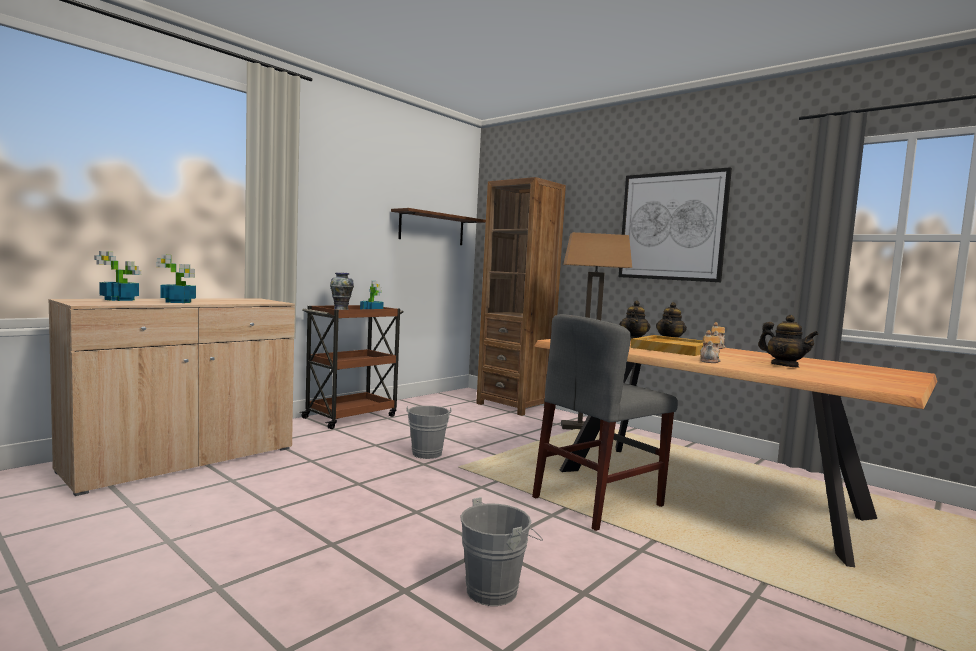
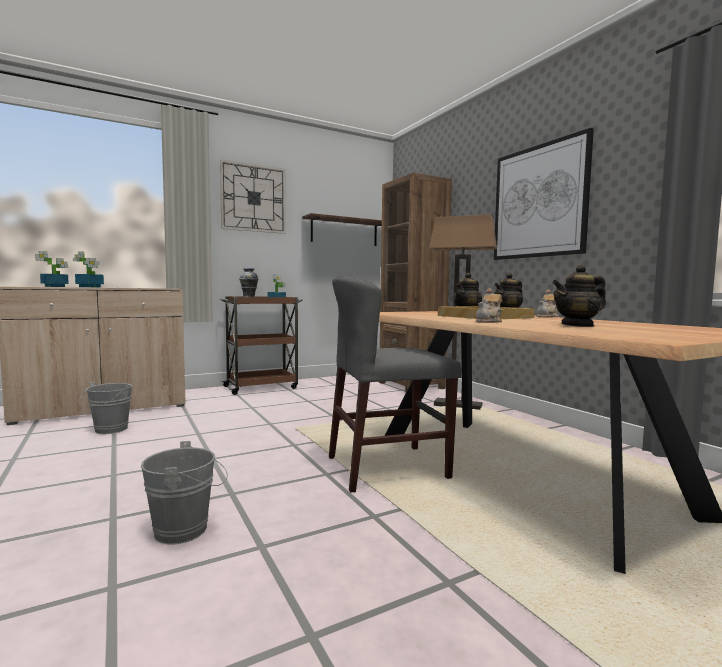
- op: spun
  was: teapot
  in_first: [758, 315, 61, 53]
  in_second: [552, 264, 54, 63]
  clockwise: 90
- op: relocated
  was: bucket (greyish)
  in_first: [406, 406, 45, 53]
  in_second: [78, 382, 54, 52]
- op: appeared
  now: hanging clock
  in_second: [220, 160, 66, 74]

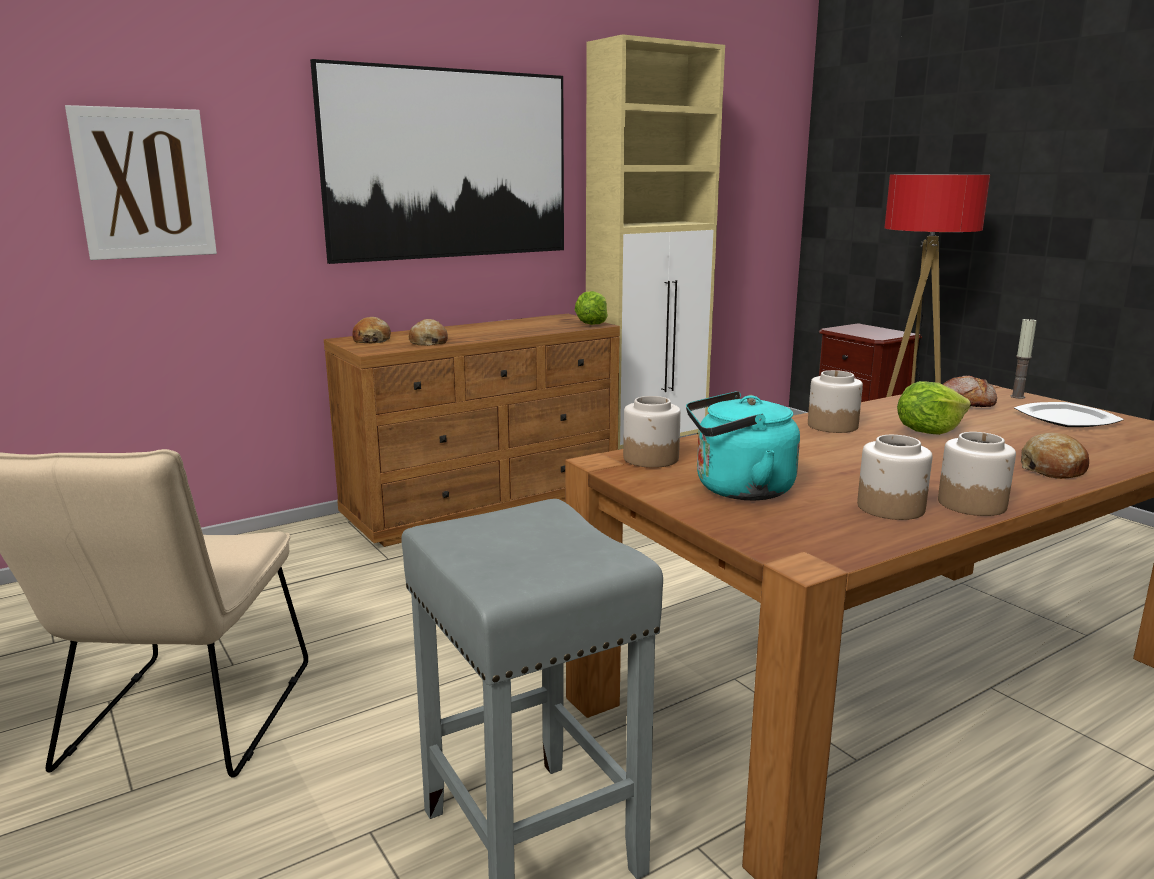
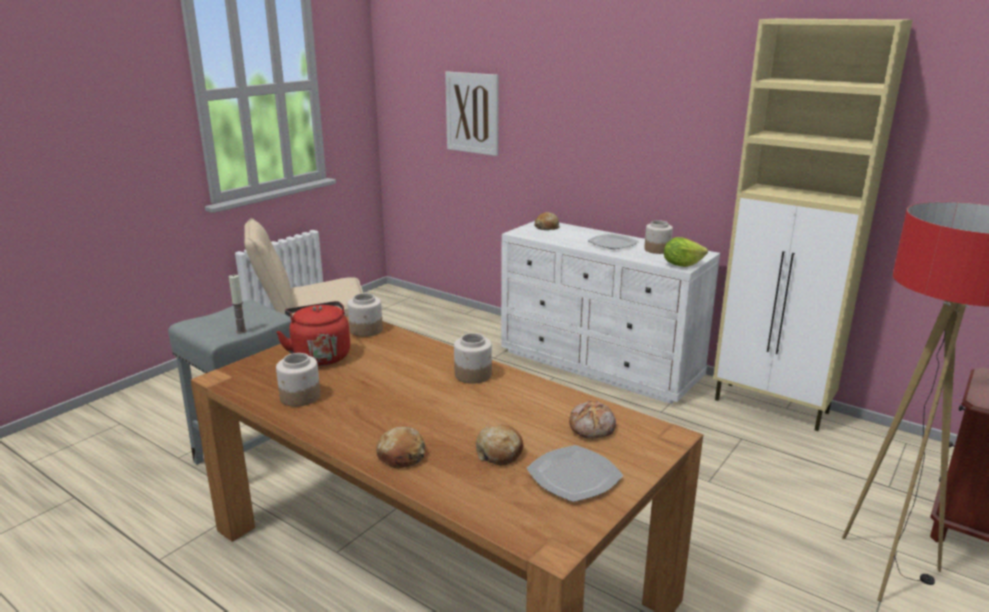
- op: missing
  was: wall art
  in_first: [310, 59, 254, 205]
- op: colour
  was: drawer chest (brown)
  now: drawer chest (white)
  in_first: [324, 314, 296, 233]
  in_second: [501, 221, 219, 183]
- op: relocated
  was: wax candle
  in_first: [1010, 318, 27, 81]
  in_second: [229, 275, 18, 59]
- op: relocated
  was: bread
  in_first: [409, 319, 39, 27]
  in_second: [476, 425, 47, 41]
- op: missing
  was: lettuce
  in_first: [897, 381, 74, 54]
- op: colour
  was: kettle (turquoise)
  now: kettle (red)
  in_first: [686, 391, 114, 110]
  in_second: [276, 301, 74, 65]
- op: relocated
  was: jar
  in_first: [938, 432, 78, 84]
  in_second: [644, 220, 29, 34]
- op: appeared
  now: flat dish
  in_second: [587, 234, 52, 15]

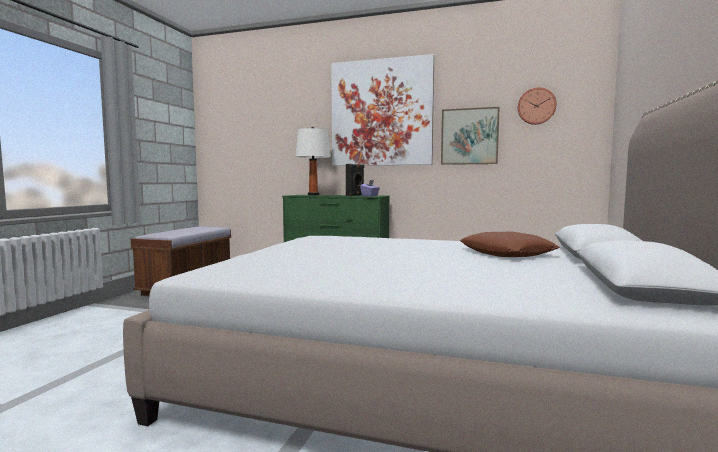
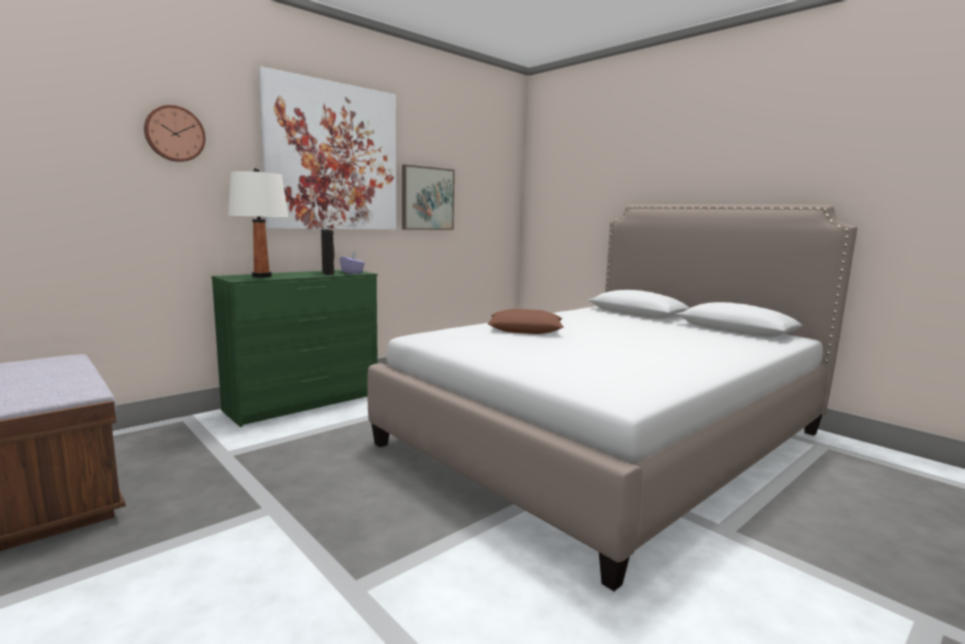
- op: relocated
  was: hanging clock
  in_first: [518, 87, 38, 38]
  in_second: [144, 105, 62, 57]
- op: relocated
  was: cushion (brown)
  in_first: [460, 232, 100, 25]
  in_second: [487, 309, 77, 25]

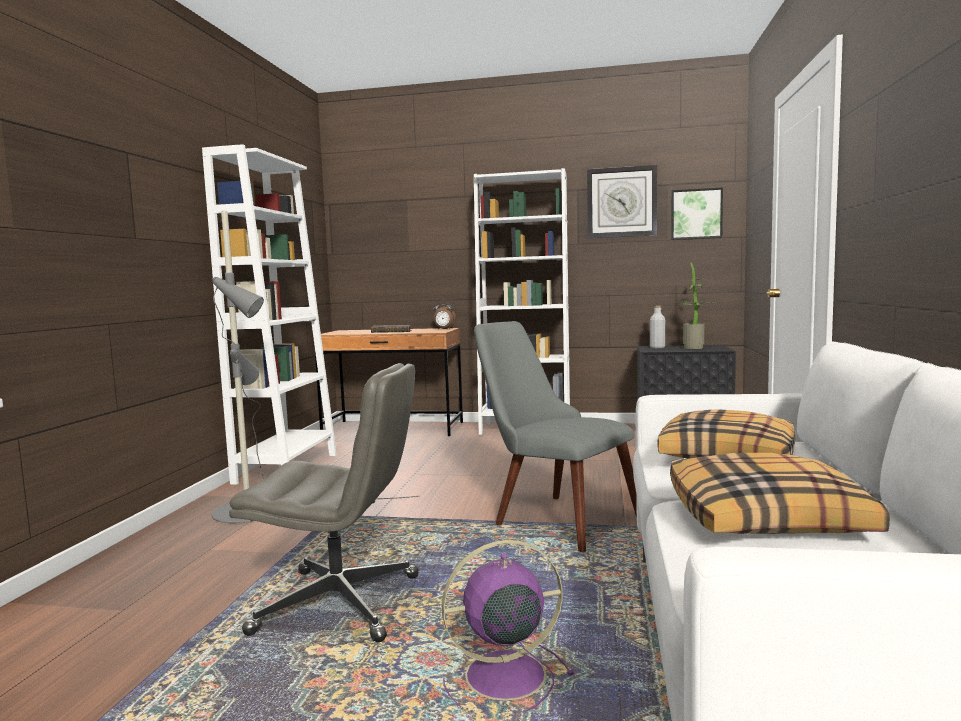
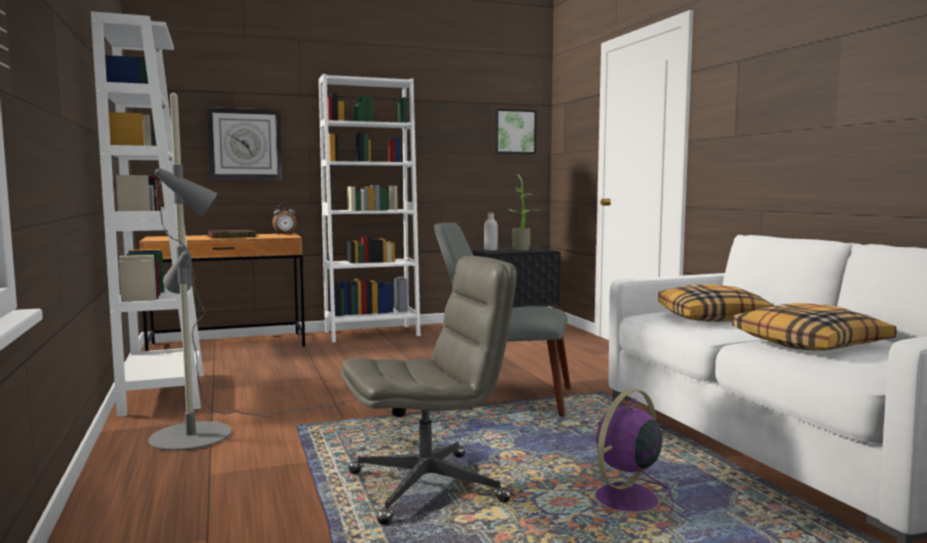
- op: relocated
  was: hanging clock
  in_first: [587, 165, 70, 74]
  in_second: [207, 107, 76, 72]

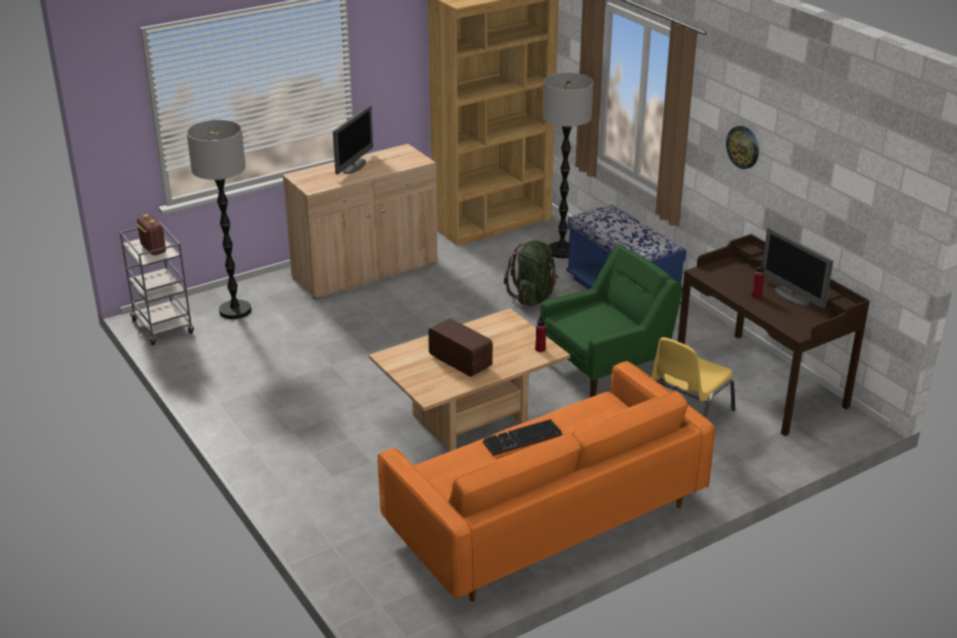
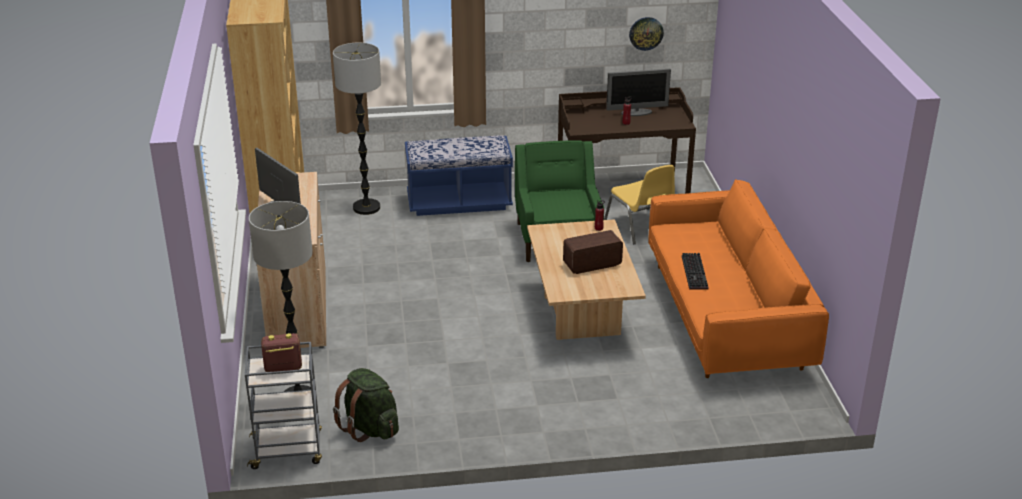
- op: relocated
  was: hanging clock
  in_first: [726, 126, 33, 43]
  in_second: [629, 17, 35, 34]
- op: relocated
  was: backpack (green)
  in_first: [504, 241, 55, 65]
  in_second: [333, 368, 66, 74]

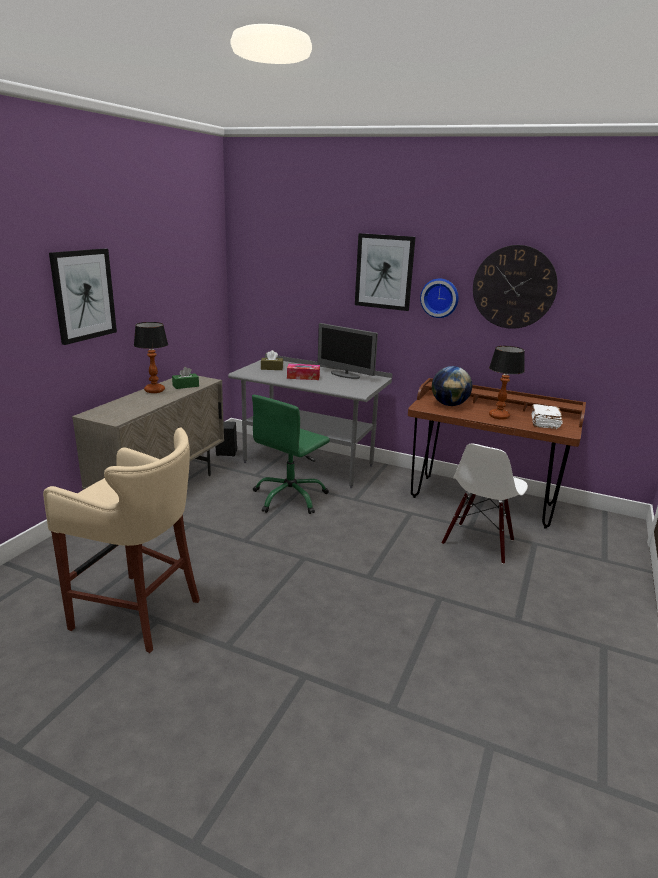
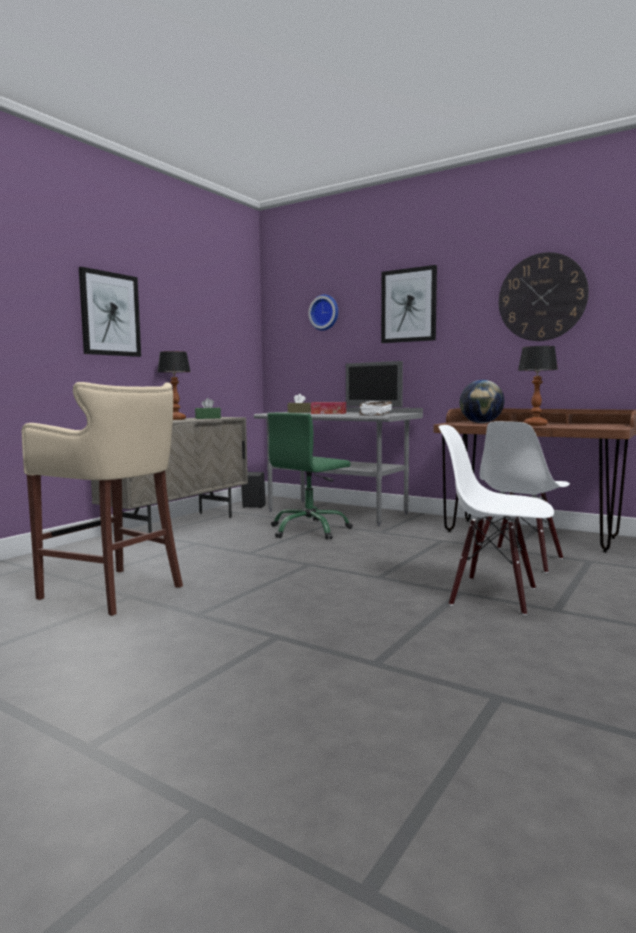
- op: relocated
  was: hanging clock
  in_first: [420, 278, 38, 40]
  in_second: [308, 295, 30, 36]
- op: relocated
  was: bound book (white)
  in_first: [531, 404, 31, 25]
  in_second: [359, 401, 33, 14]
- op: appeared
  now: plain chair (white)
  in_second: [439, 425, 115, 191]

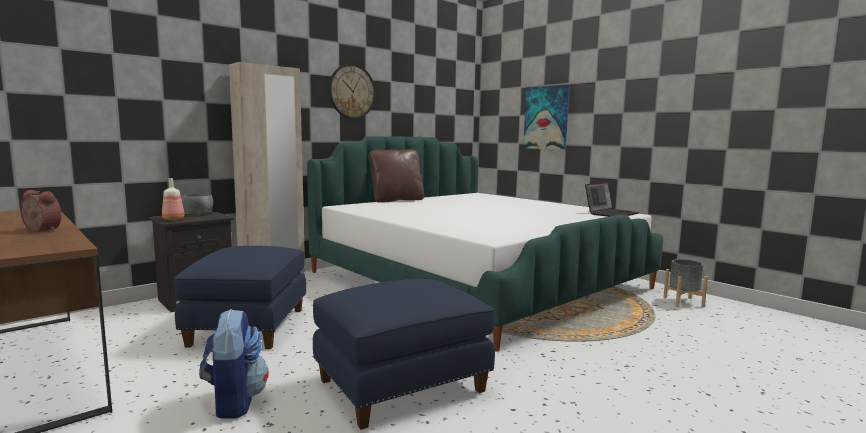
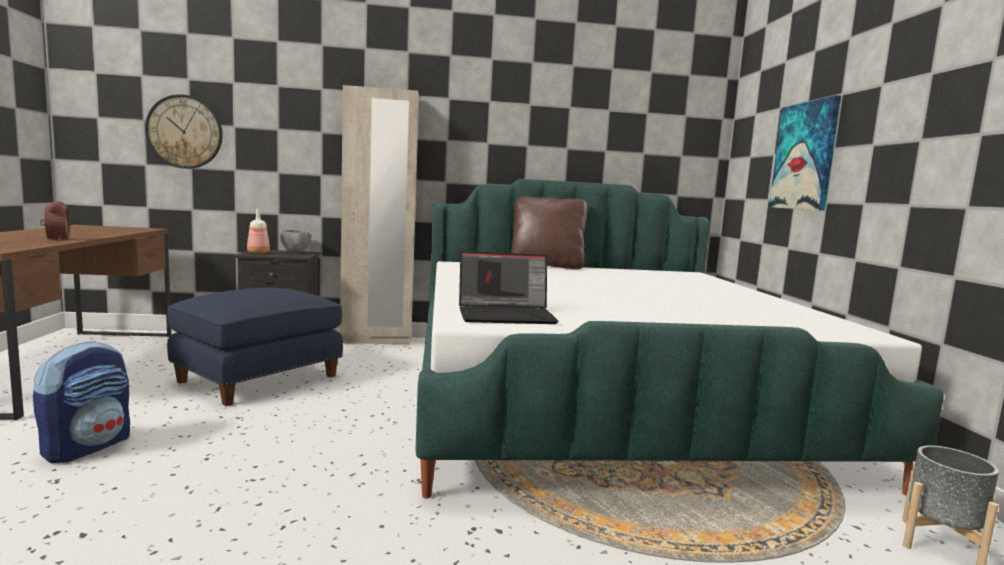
- op: relocated
  was: hanging clock
  in_first: [328, 64, 48, 55]
  in_second: [145, 94, 78, 75]
- op: relocated
  was: notebook computer
  in_first: [585, 182, 54, 35]
  in_second: [459, 251, 100, 73]
- op: missing
  was: footrest (blue)
  in_first: [313, 279, 182, 151]

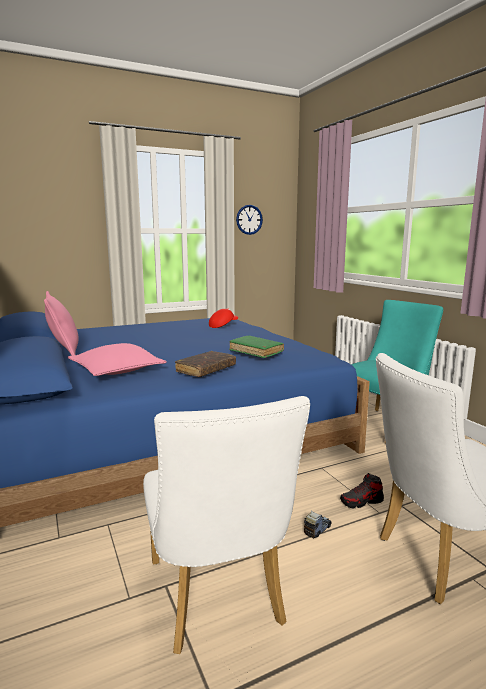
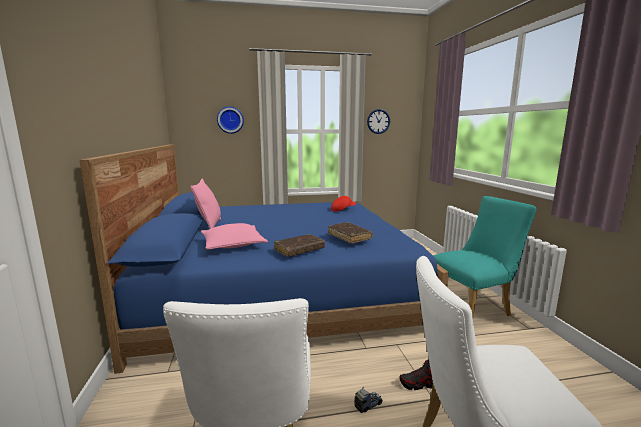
- op: colour
  was: bound book (green)
  now: bound book (brown)
  in_first: [229, 335, 55, 23]
  in_second: [328, 222, 45, 22]
- op: appeared
  now: hanging clock
  in_second: [217, 106, 27, 28]

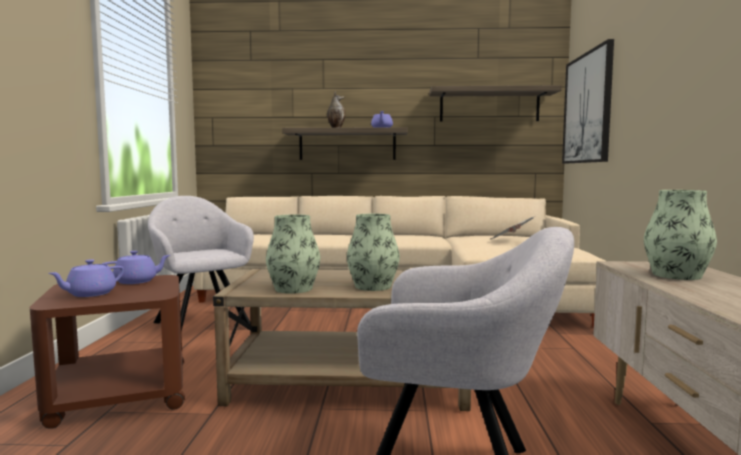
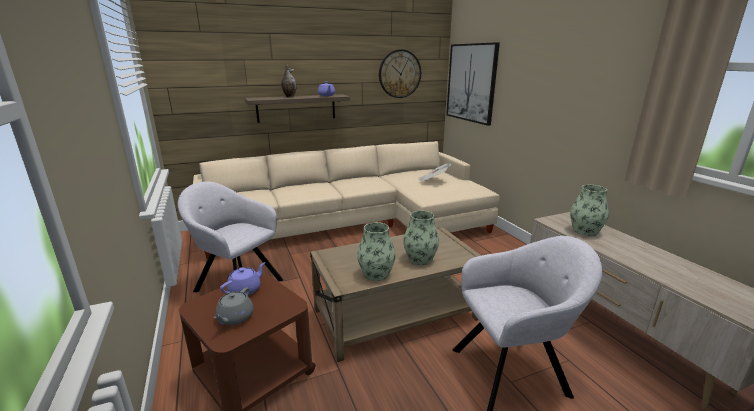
- op: exchanged
  was: bracket shelf
  now: hanging clock
  in_first: [429, 85, 133, 37]
  in_second: [379, 49, 42, 49]
- op: colour
  was: teapot (purplish)
  now: teapot (greyish)
  in_first: [48, 260, 76, 37]
  in_second: [214, 287, 40, 38]

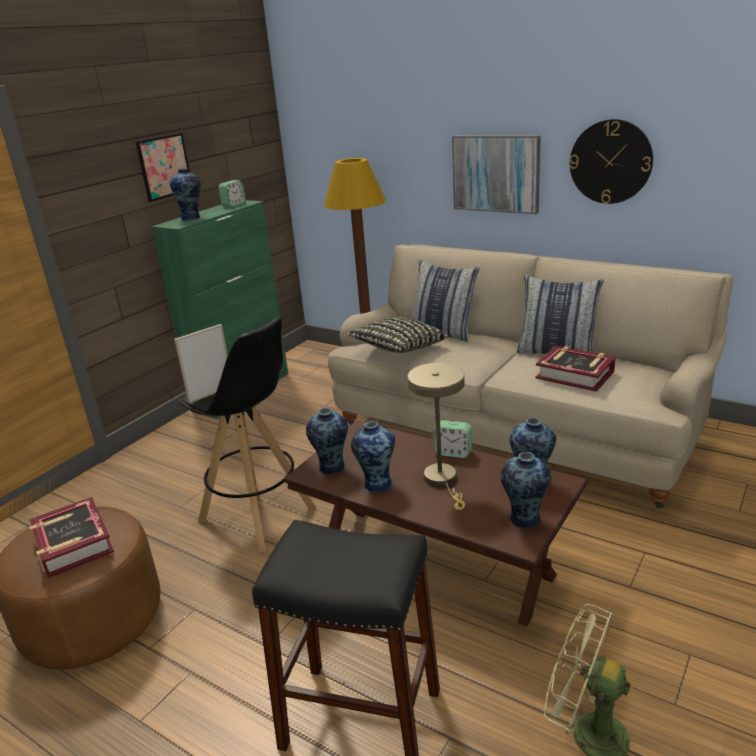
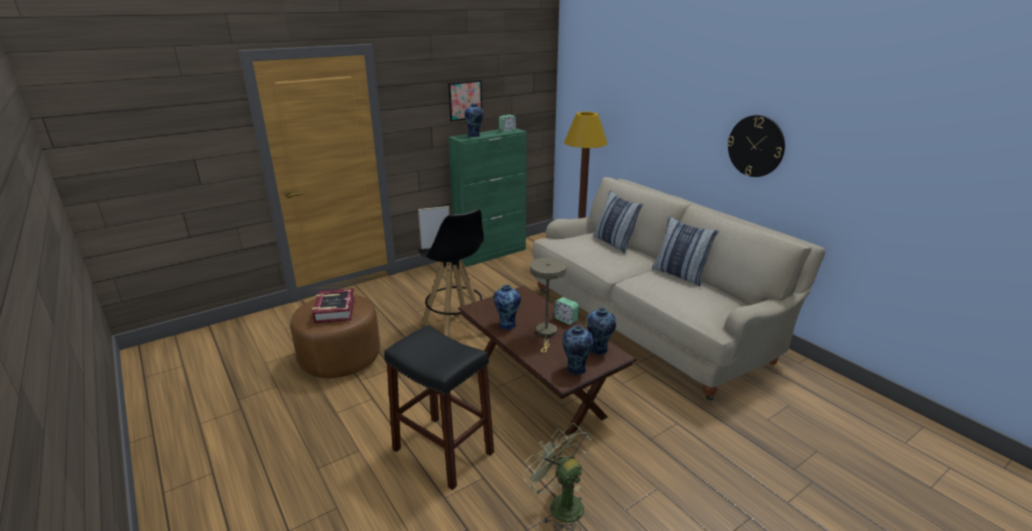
- op: missing
  was: wall art
  in_first: [452, 135, 89, 79]
- op: missing
  was: cushion
  in_first: [348, 317, 100, 36]
- op: missing
  was: bound book
  in_first: [535, 346, 81, 46]
- op: missing
  was: flower vase
  in_first: [306, 408, 42, 67]

